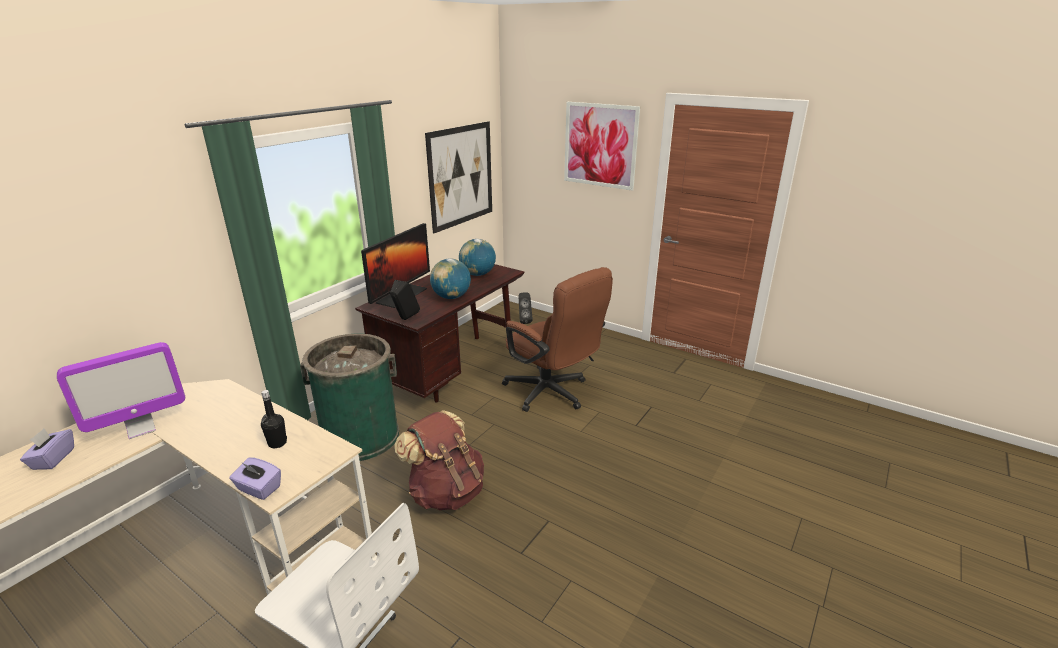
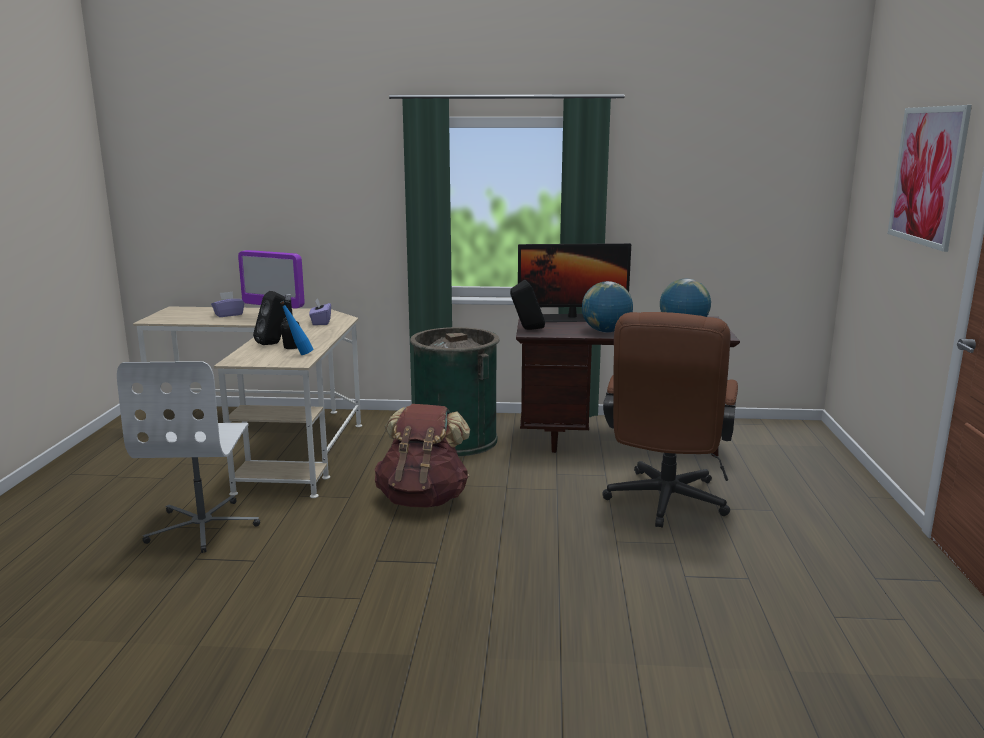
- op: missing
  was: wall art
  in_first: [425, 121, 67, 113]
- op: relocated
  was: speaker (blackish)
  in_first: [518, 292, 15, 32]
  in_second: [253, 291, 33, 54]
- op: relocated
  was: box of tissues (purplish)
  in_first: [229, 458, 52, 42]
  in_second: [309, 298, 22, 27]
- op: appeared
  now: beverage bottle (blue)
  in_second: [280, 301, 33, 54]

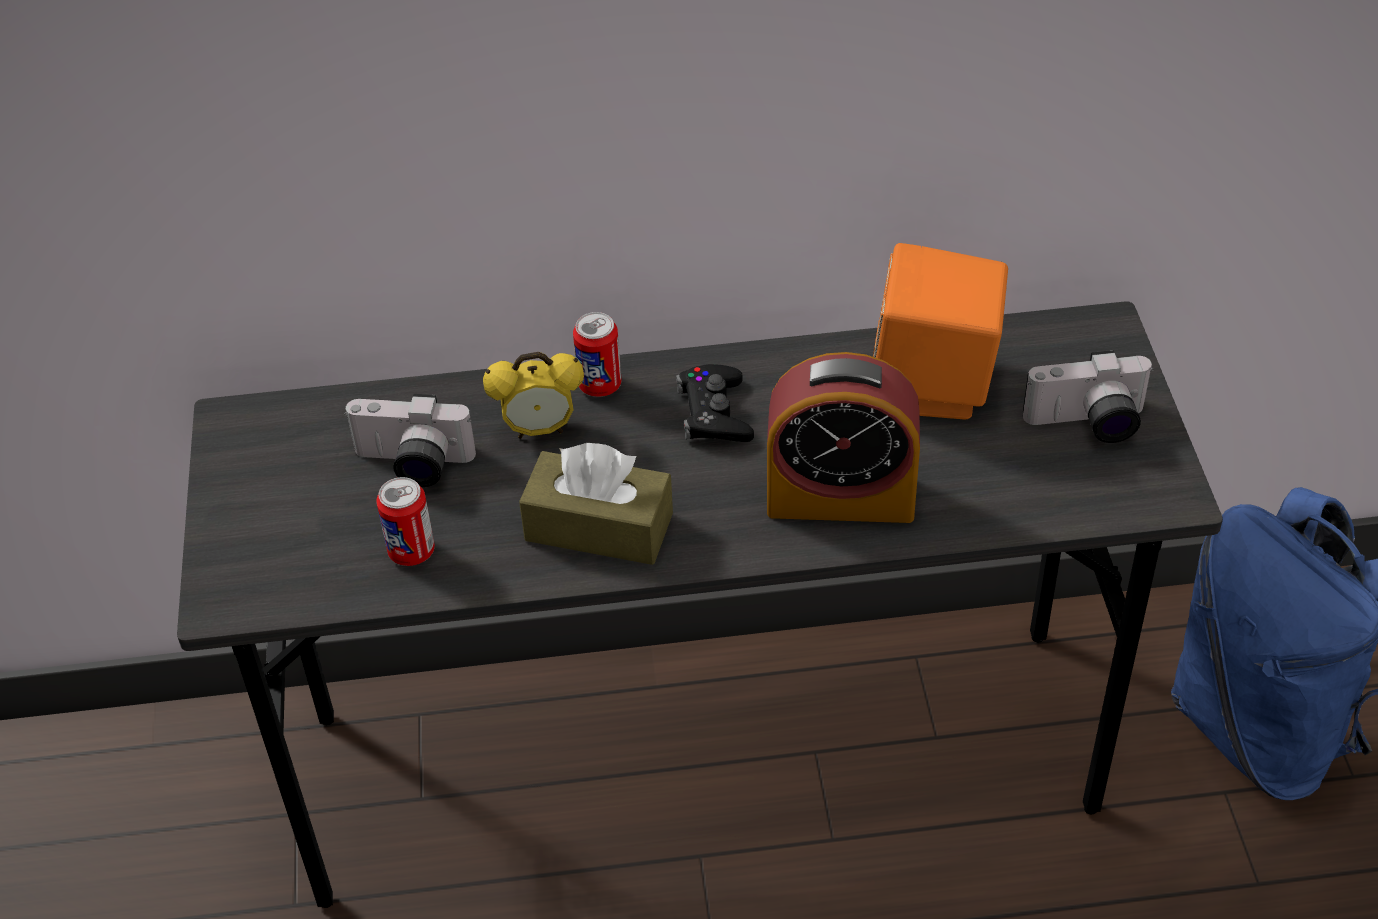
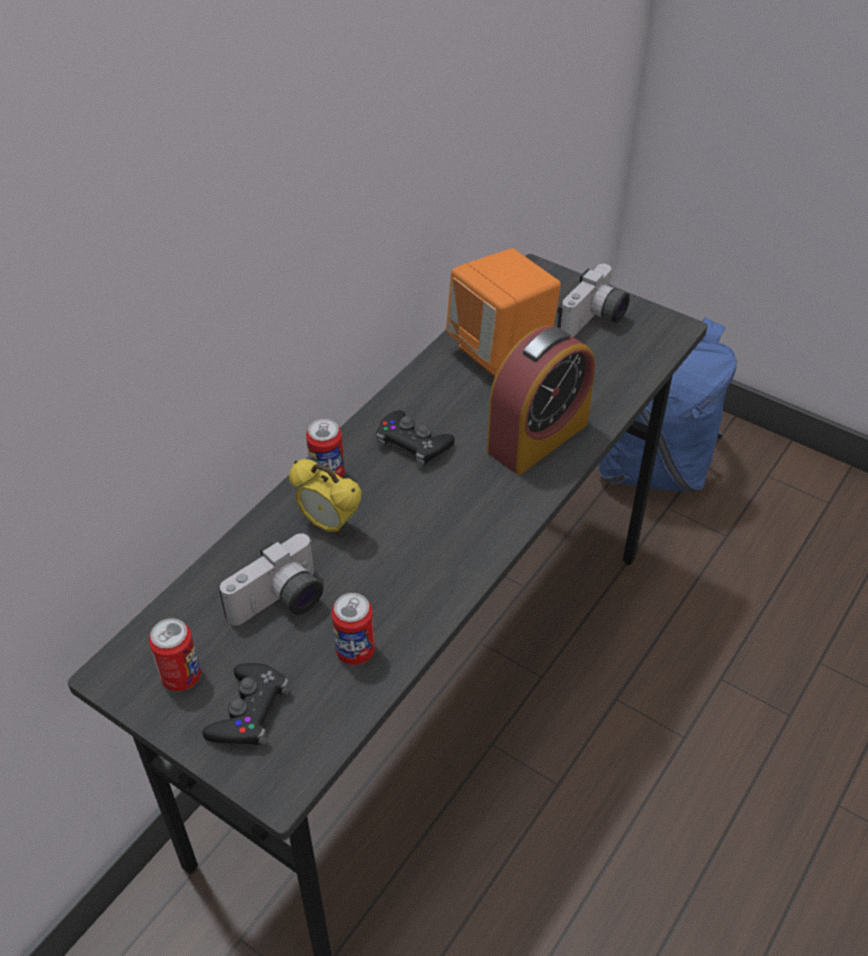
- op: spun
  was: alarm clock
  in_first: [483, 352, 101, 87]
  in_second: [289, 459, 73, 77]
  clockwise: 90
- op: missing
  was: box of tissues (brown)
  in_first: [519, 443, 154, 122]
- op: appeared
  now: sealed can
  in_second: [149, 618, 52, 73]
- op: appeared
  now: joypad (blackish)
  in_second: [202, 663, 88, 82]

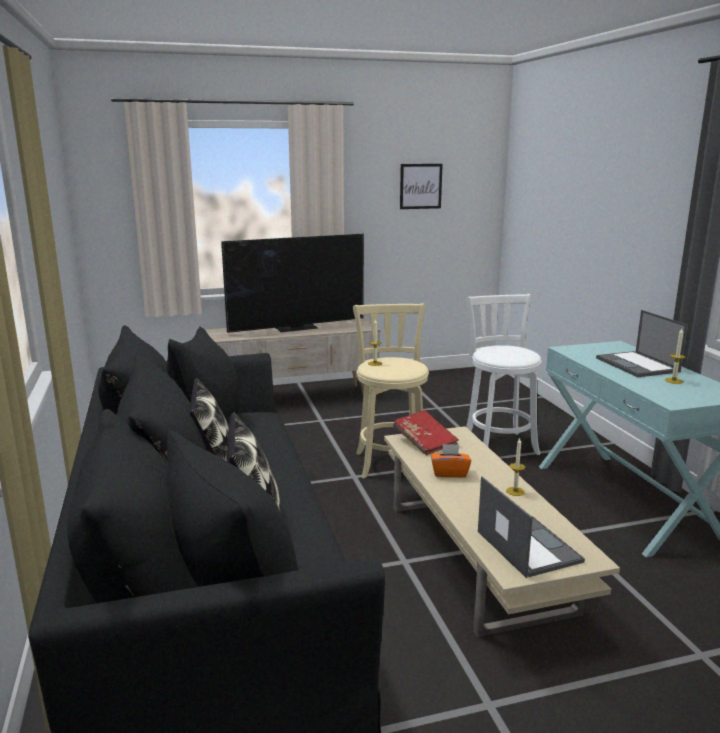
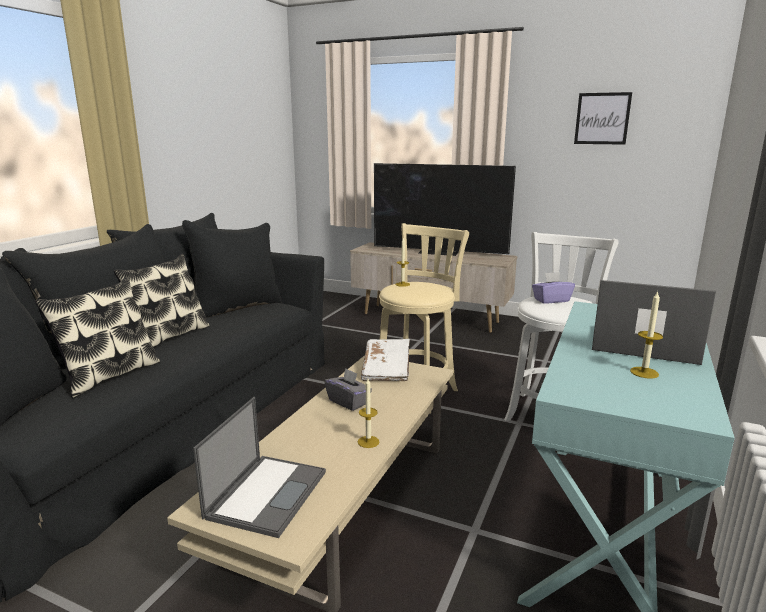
- op: spun
  was: notebook computer
  in_first: [596, 310, 92, 67]
  in_second: [592, 280, 124, 85]
  clockwise: 90
- op: colour
  was: bound book (red)
  now: bound book (white)
  in_first: [393, 410, 66, 45]
  in_second: [361, 339, 49, 42]
- op: colour
  was: box of tissues (orangey)
  now: box of tissues (greyish)
  in_first: [431, 444, 40, 33]
  in_second: [325, 368, 47, 43]
- op: appeared
  now: box of tissues (purplish)
  in_second: [532, 272, 43, 32]

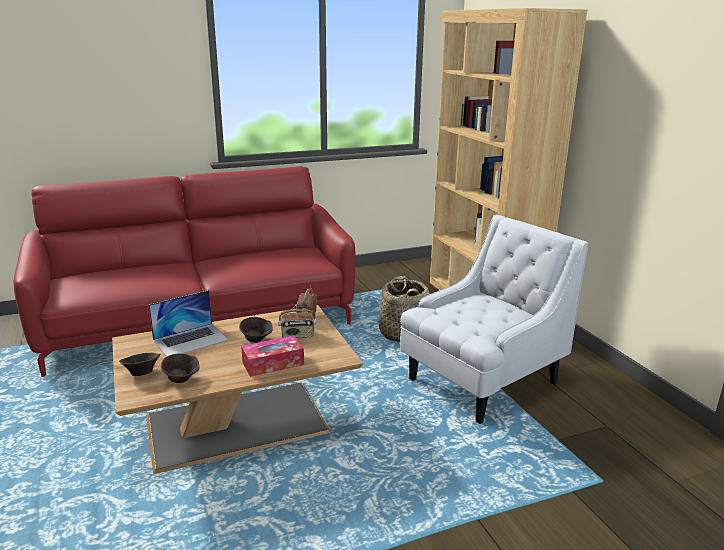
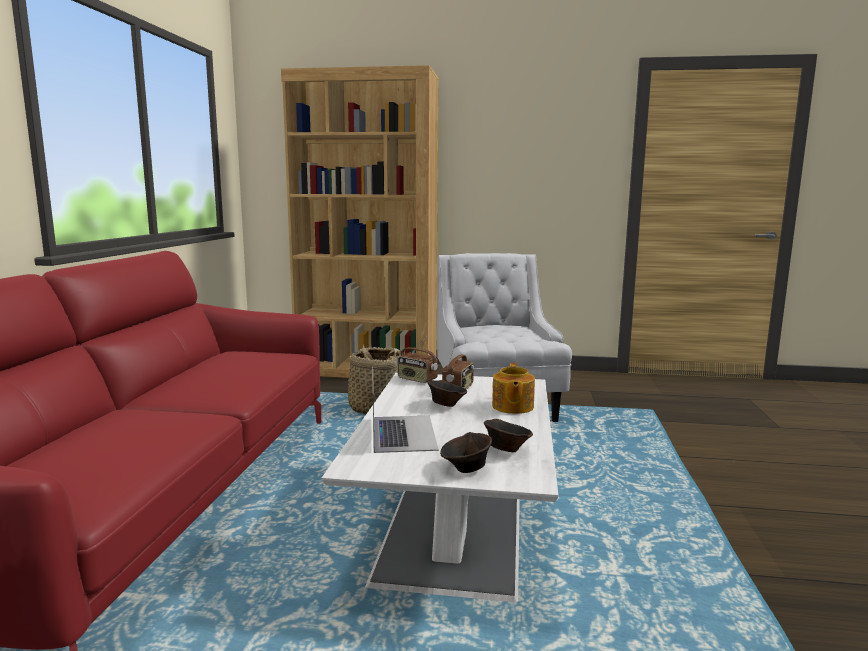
- op: colour
  was: lounge table (brown)
  now: lounge table (white)
  in_first: [112, 305, 251, 169]
  in_second: [322, 372, 236, 230]
- op: exchanged
  was: box of tissues
  now: teapot
  in_first: [241, 336, 63, 41]
  in_second: [492, 363, 43, 51]

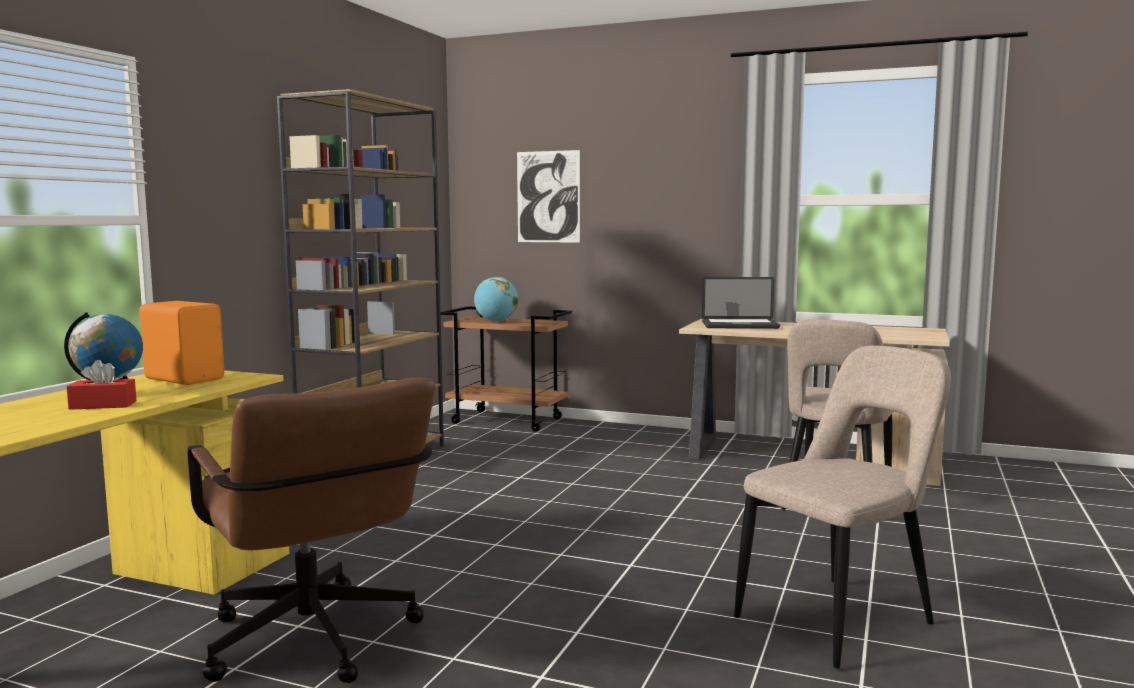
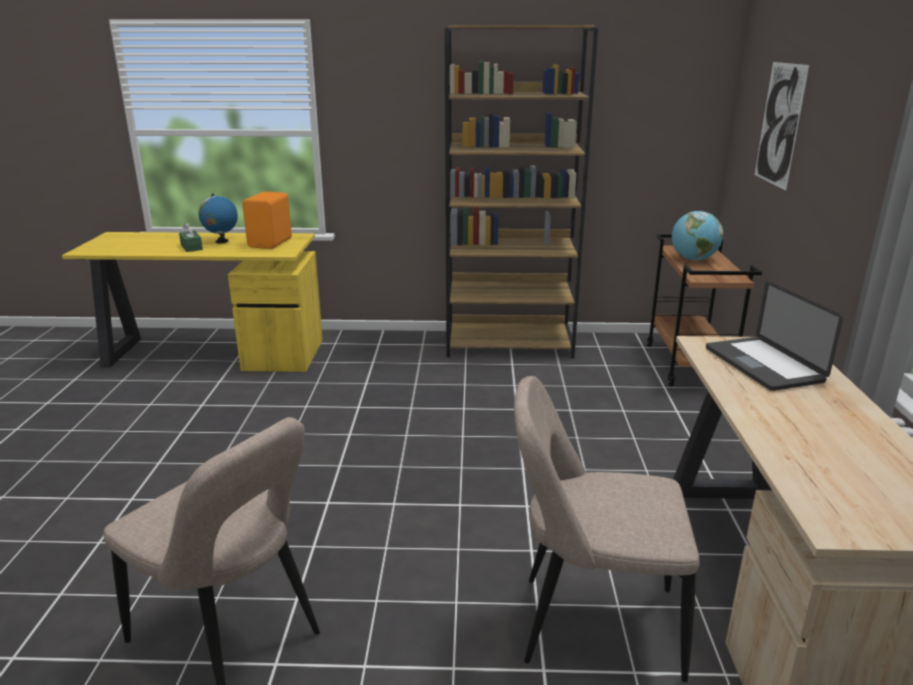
- op: colour
  was: box of tissues (red)
  now: box of tissues (green)
  in_first: [66, 360, 71, 50]
  in_second: [179, 222, 24, 30]
- op: missing
  was: office chair (brown)
  in_first: [188, 378, 247, 305]

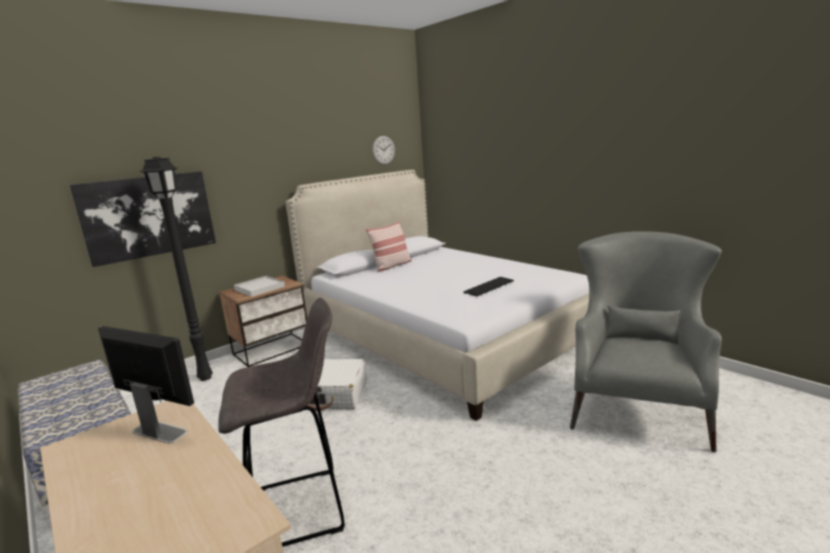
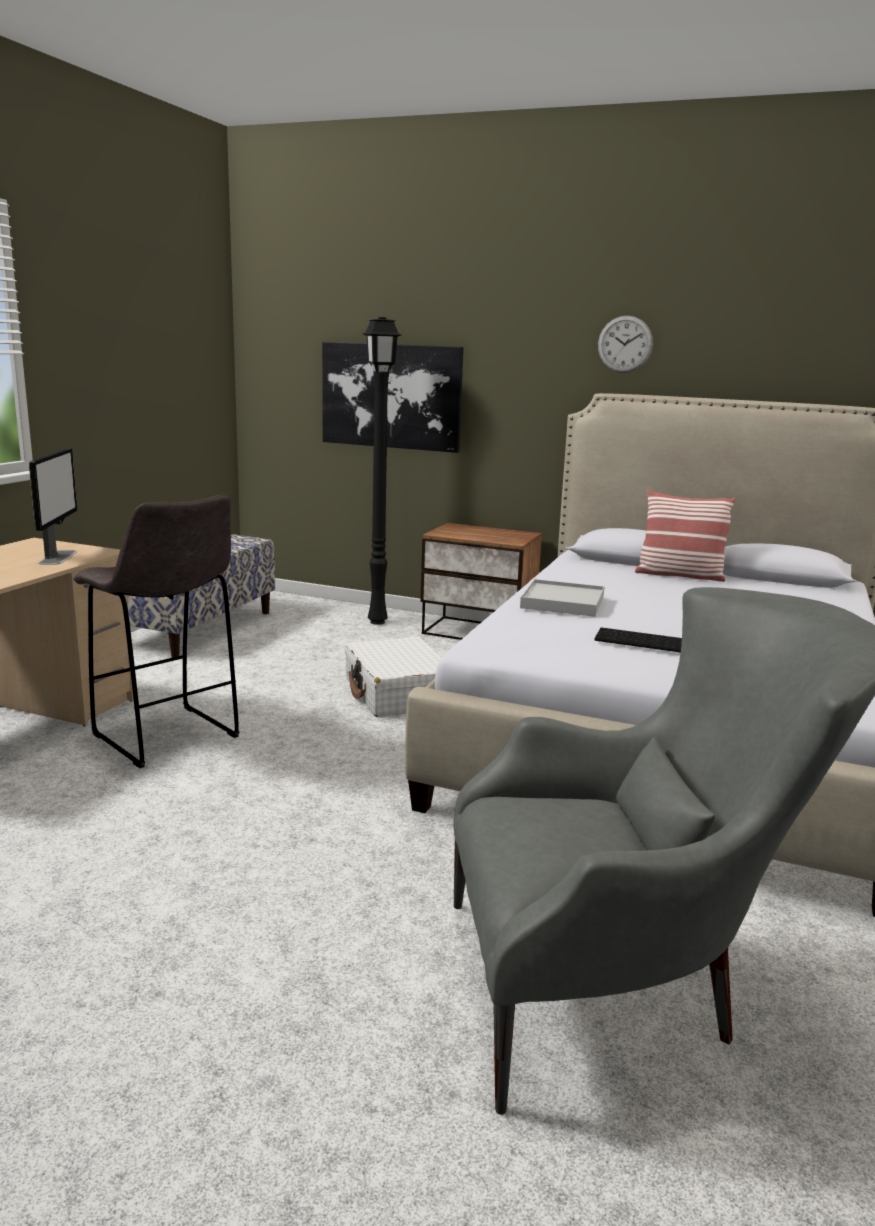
- op: relocated
  was: hanging clock
  in_first: [372, 136, 23, 29]
  in_second: [598, 316, 55, 57]
- op: relocated
  was: carrying tray (white)
  in_first: [234, 276, 51, 21]
  in_second: [520, 579, 84, 38]

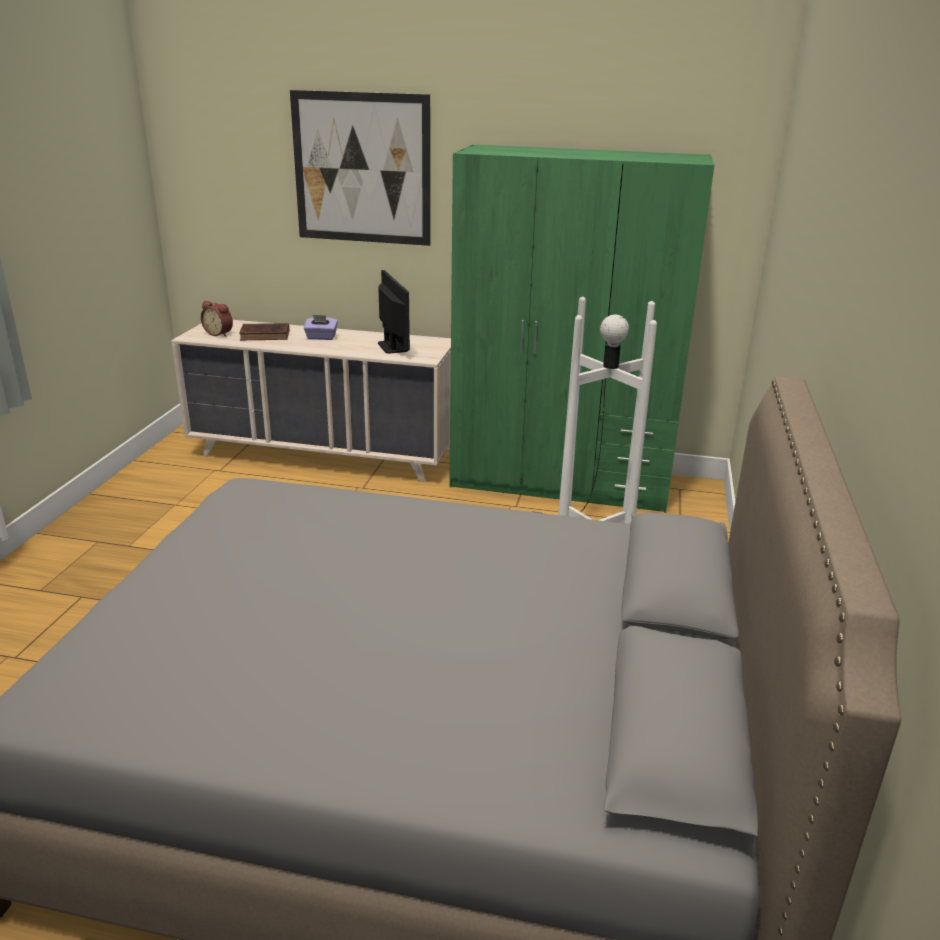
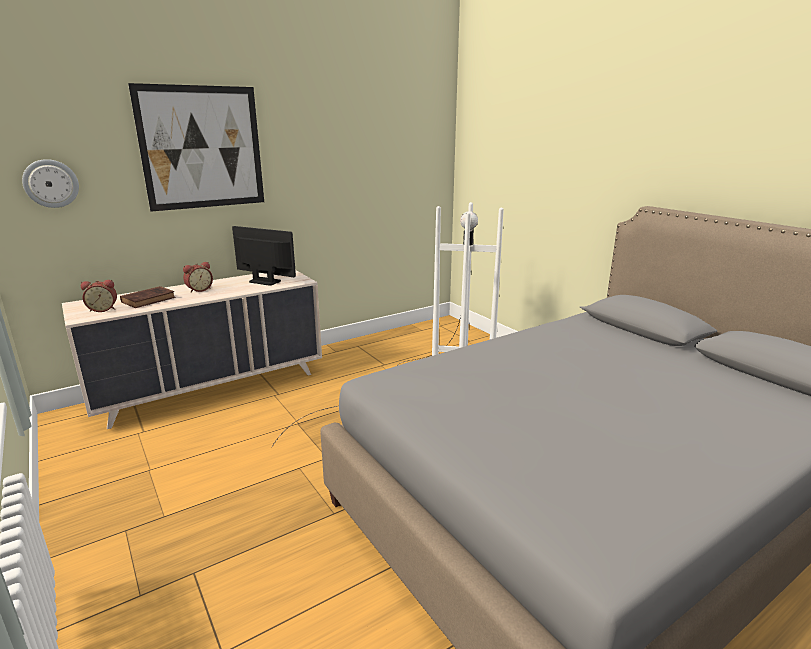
- op: missing
  was: armoire (green)
  in_first: [449, 144, 265, 369]
- op: exchanged
  was: box of tissues (purplish)
  now: alarm clock
  in_first: [304, 315, 34, 25]
  in_second: [183, 262, 30, 31]
- op: appeared
  now: hanging clock
  in_second: [22, 159, 57, 49]

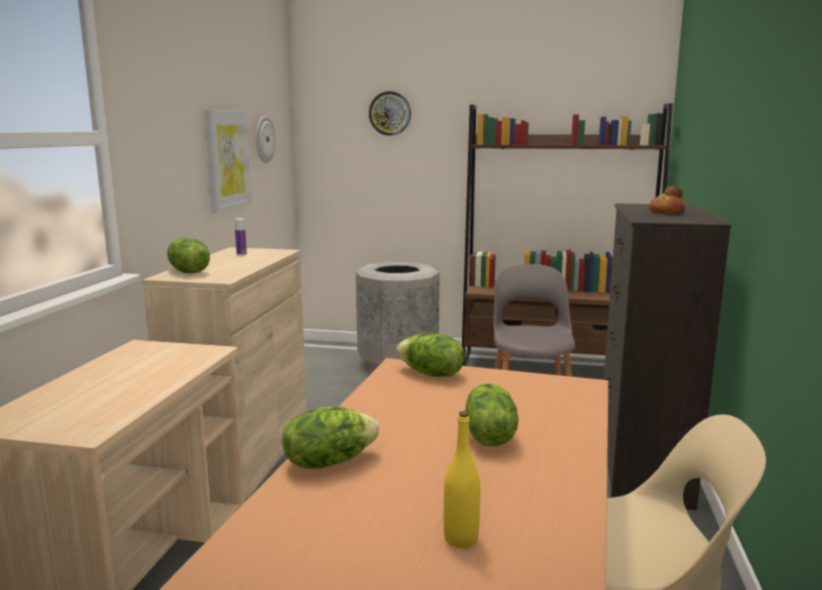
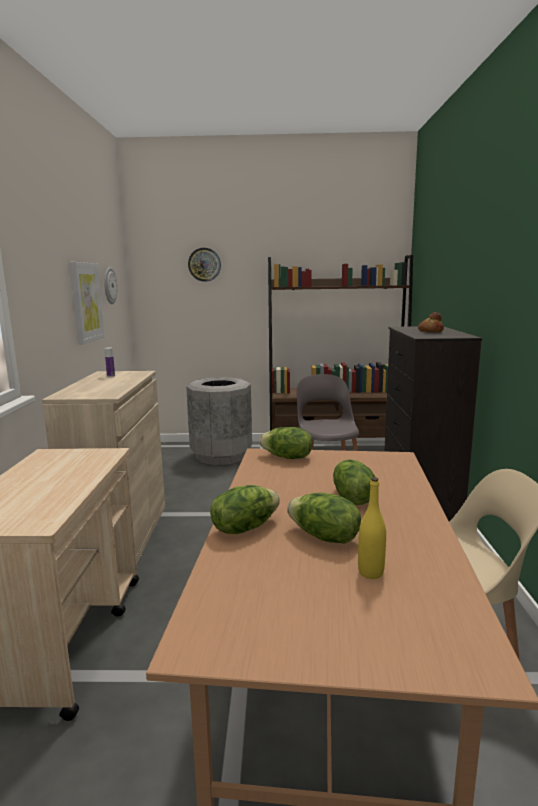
- op: relocated
  was: lettuce
  in_first: [167, 238, 43, 35]
  in_second: [287, 492, 74, 51]

